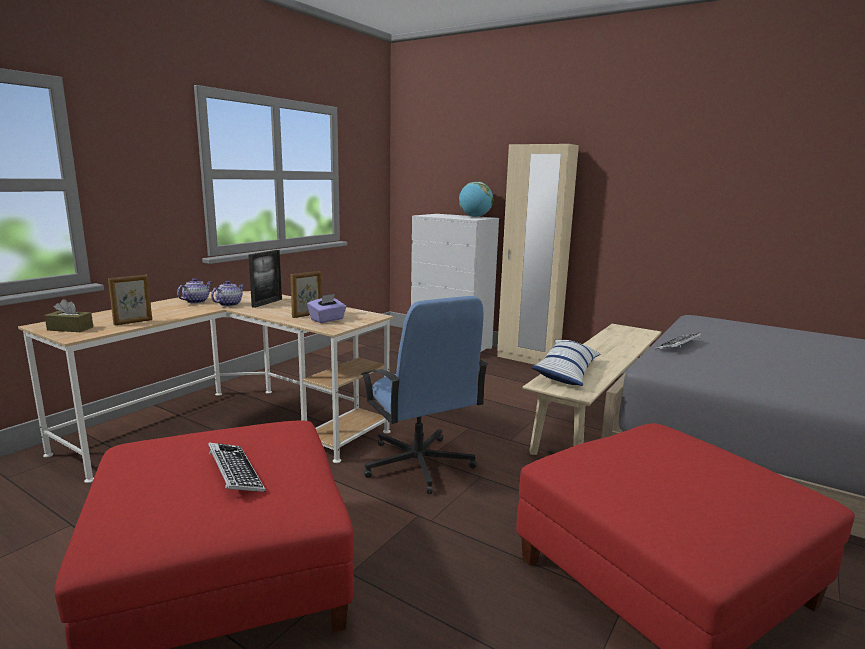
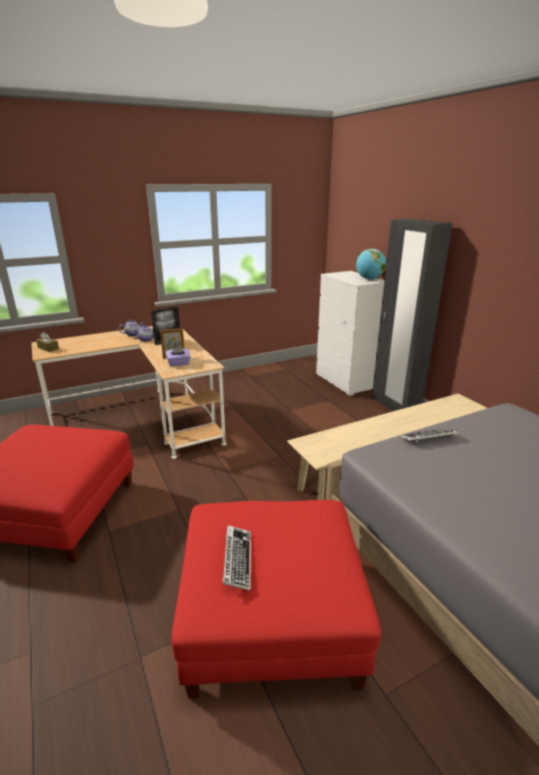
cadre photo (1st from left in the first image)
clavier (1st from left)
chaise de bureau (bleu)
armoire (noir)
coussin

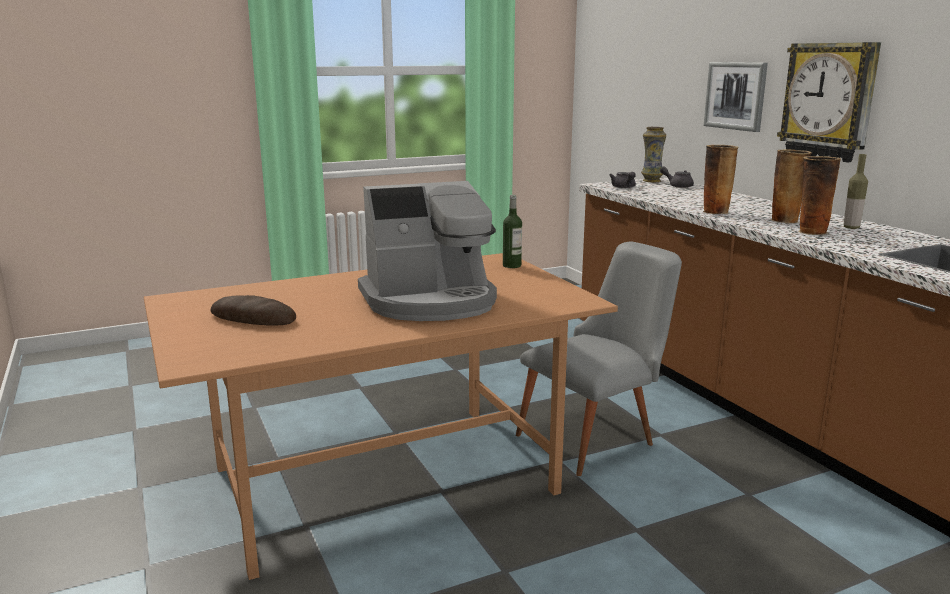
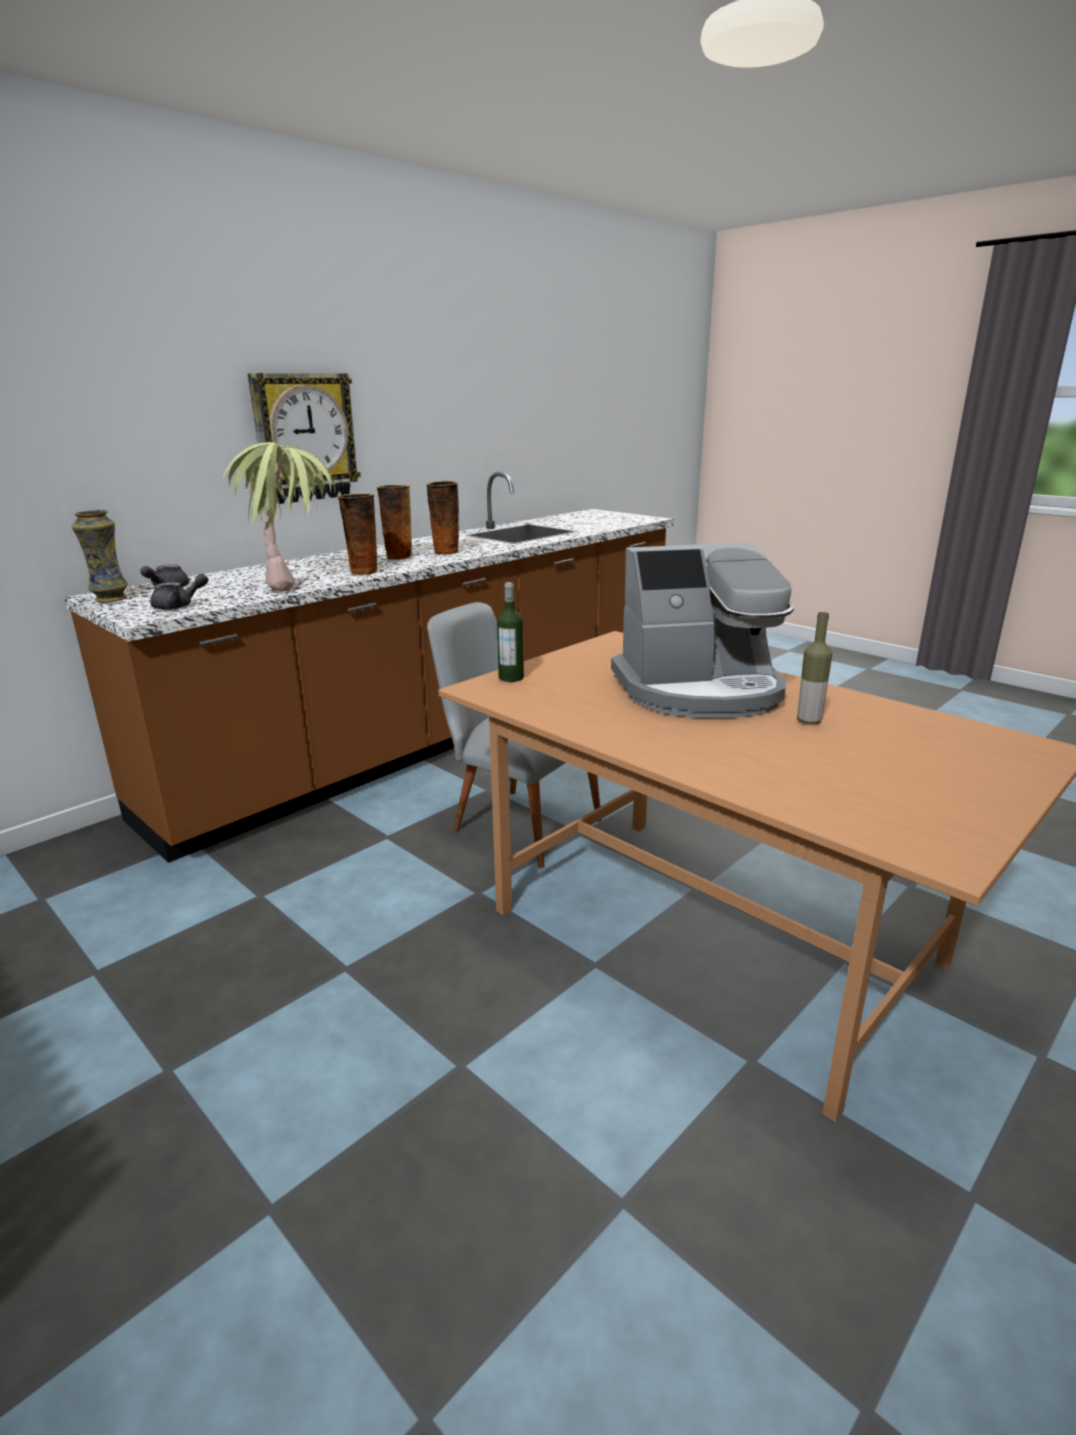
pain
machine à café
tableau
bouteille (2nd from left)
plante en pot

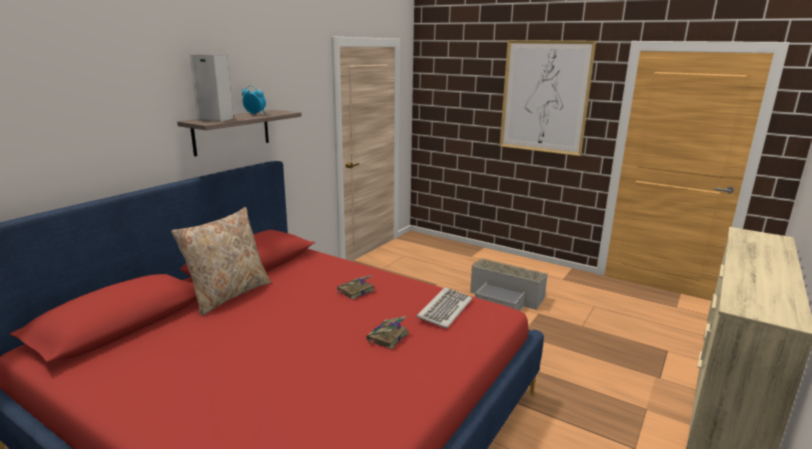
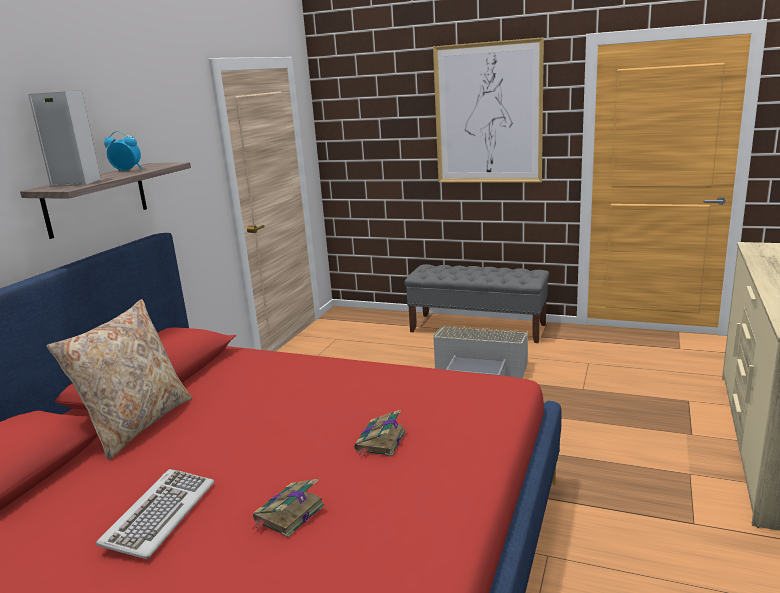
livre (1st from left)
clavier
banc (gris)

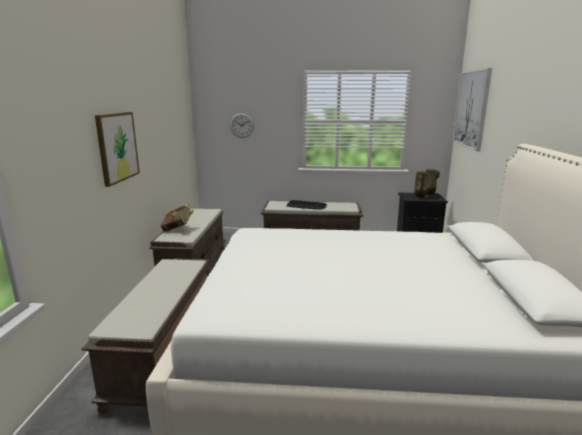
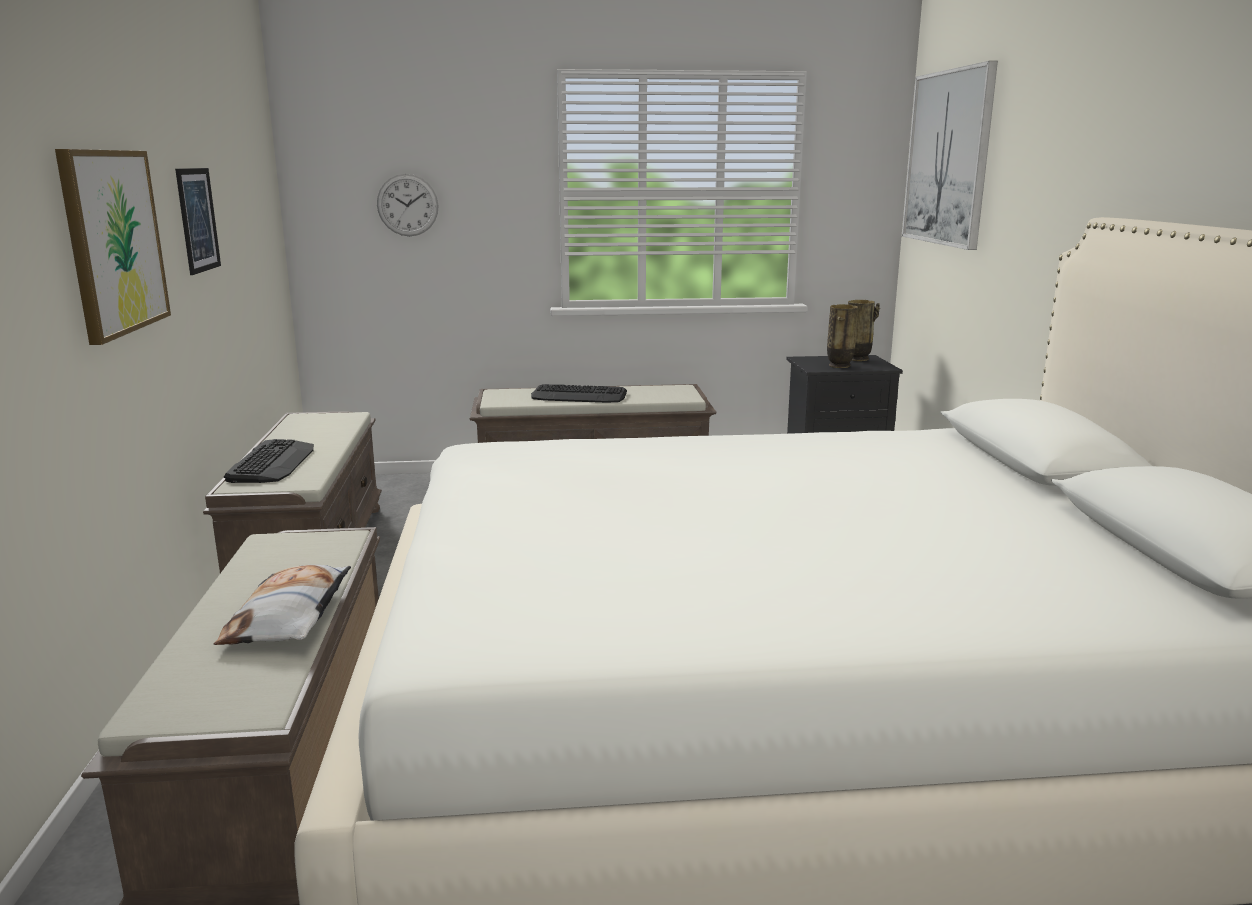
clavier (1st from left)
tableau (2nd from left)
coussin

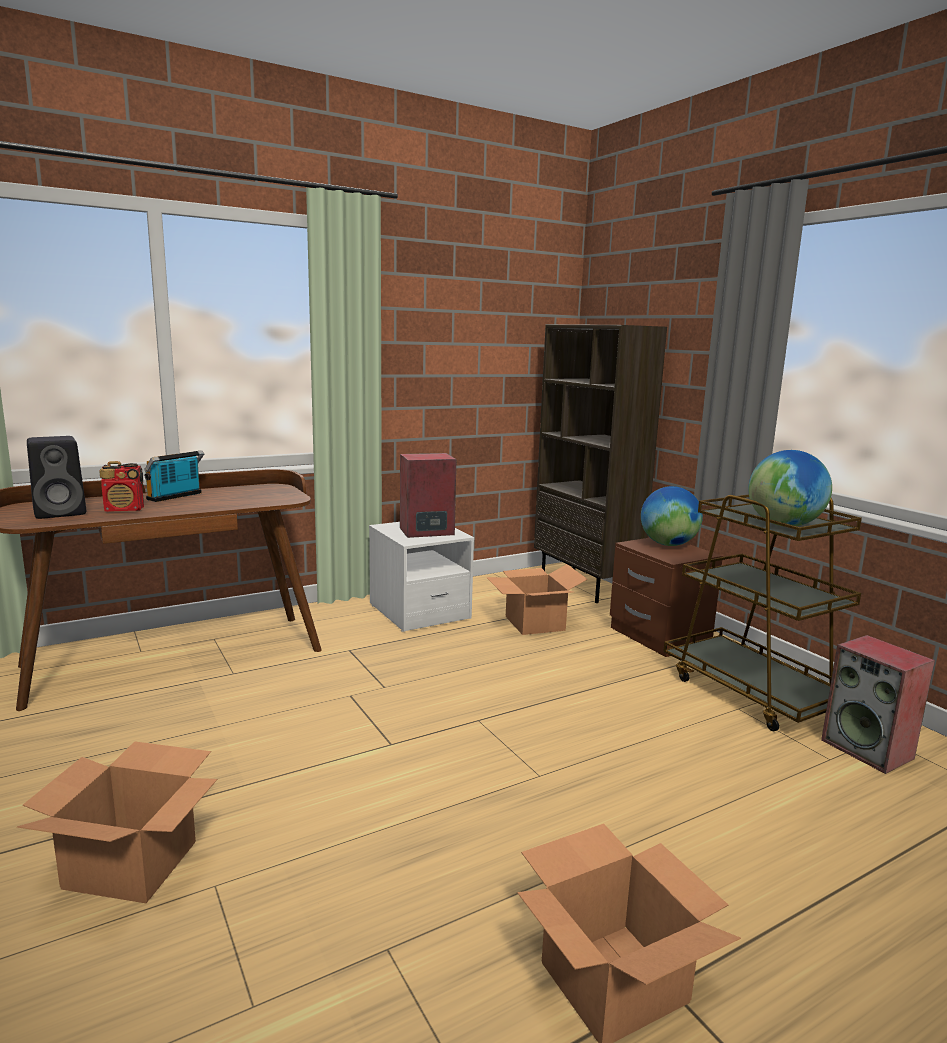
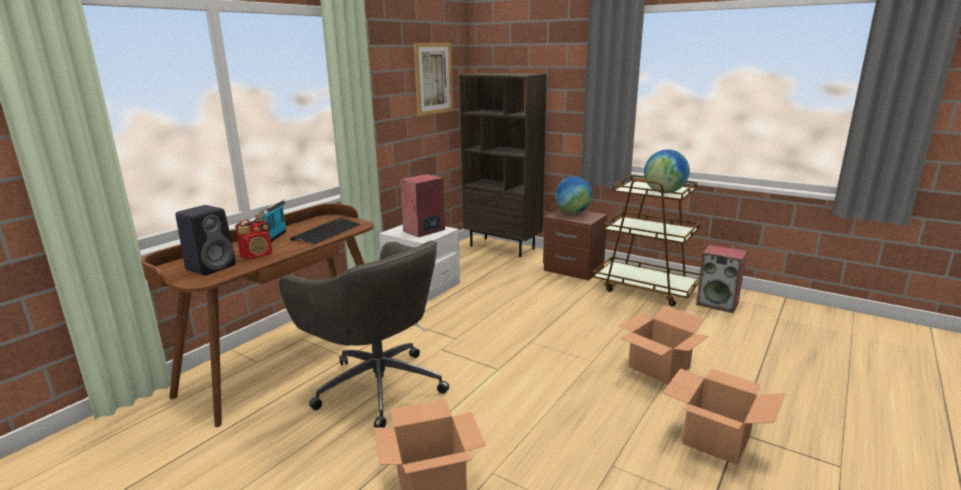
carton (2nd from left)
chaise de bureau (gris)
clavier
tableau

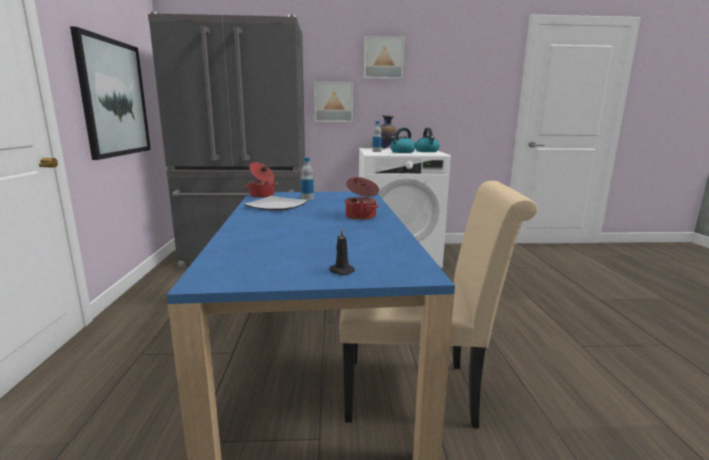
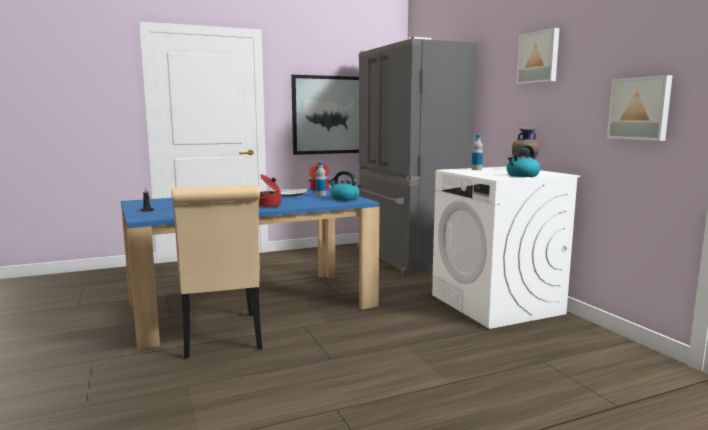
tableau (3rd from left)
bouilloire (1st from left)

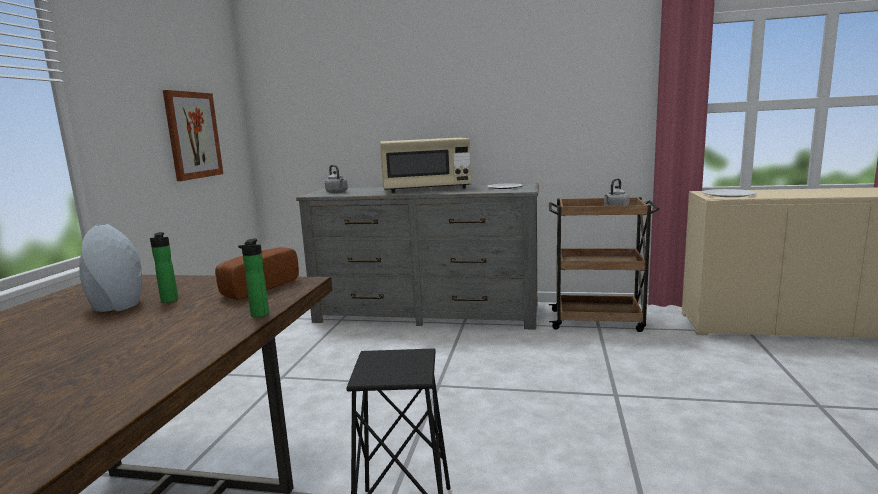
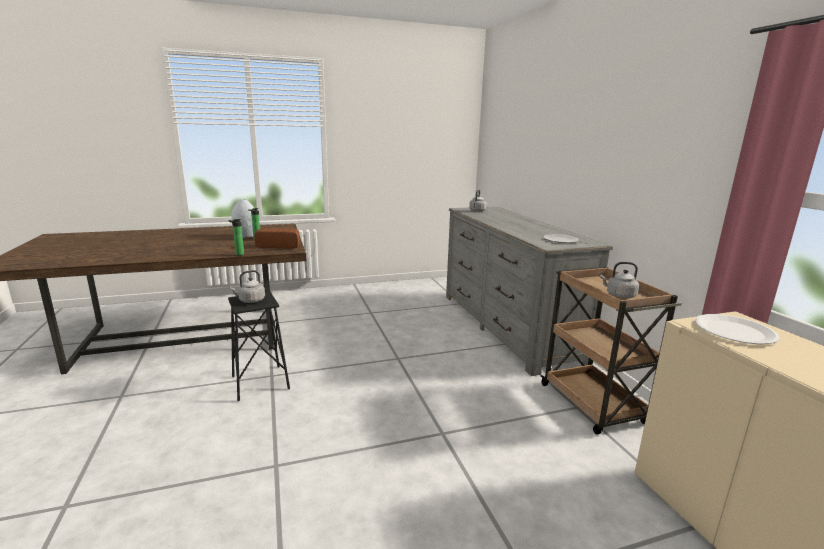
tableau
micro-ondes (beige)
bouilloire (gris) (1st from left)

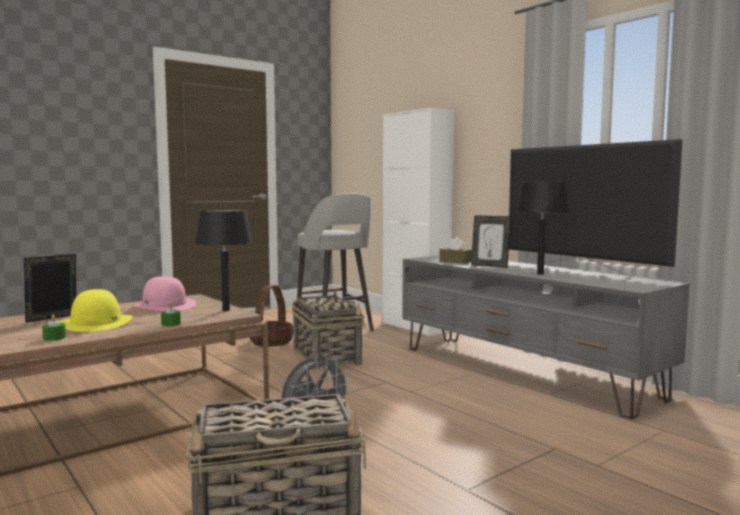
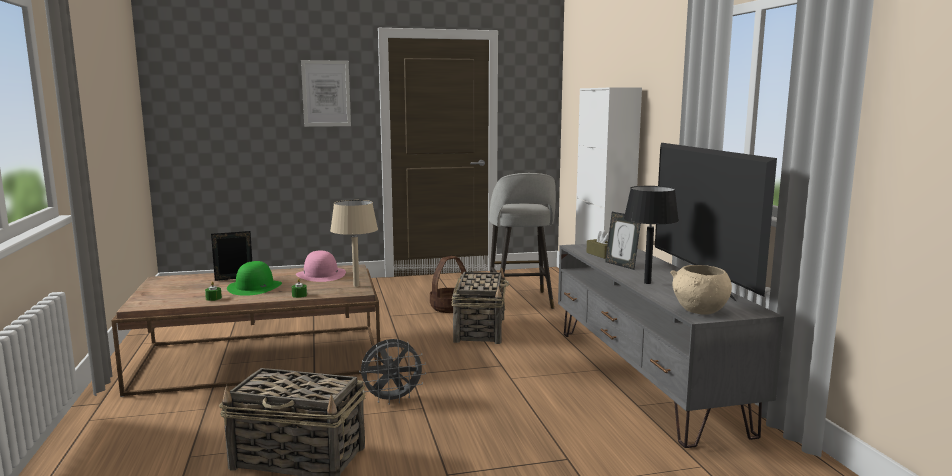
chapeau (vert)
lampe de table (beige)
tableau
bol (beige)

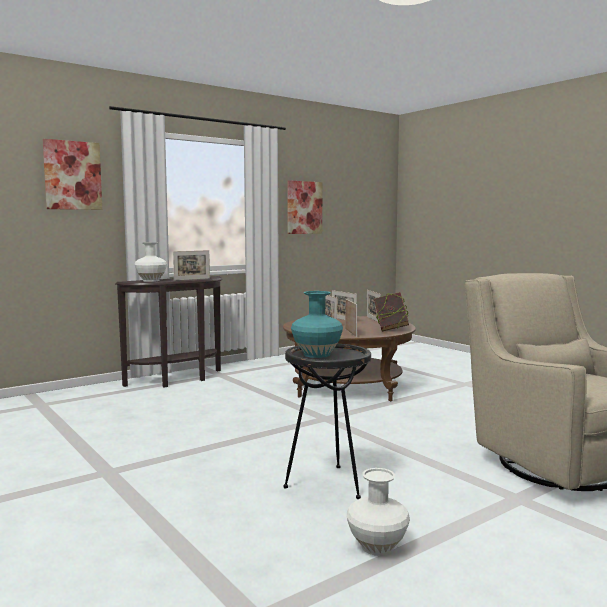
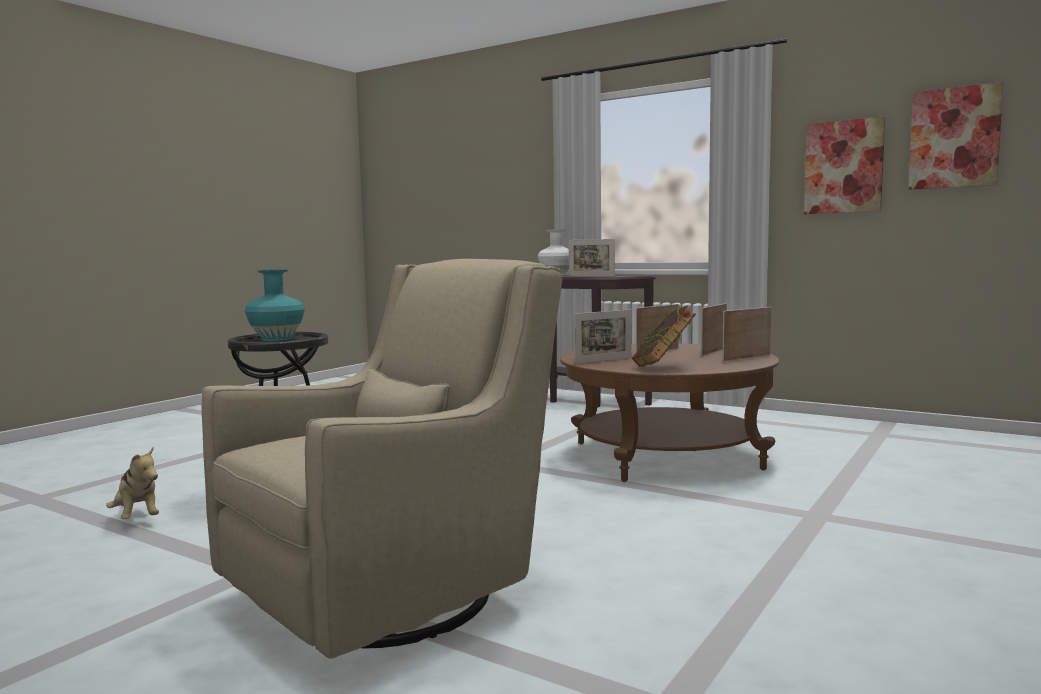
tableau (2nd from left)
peluche

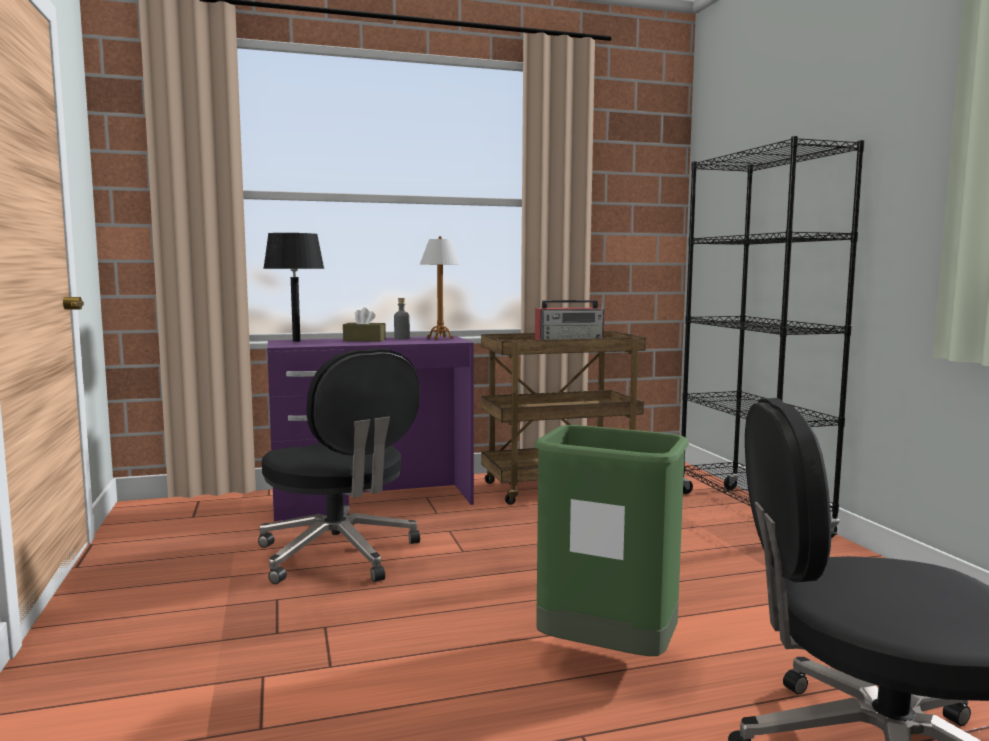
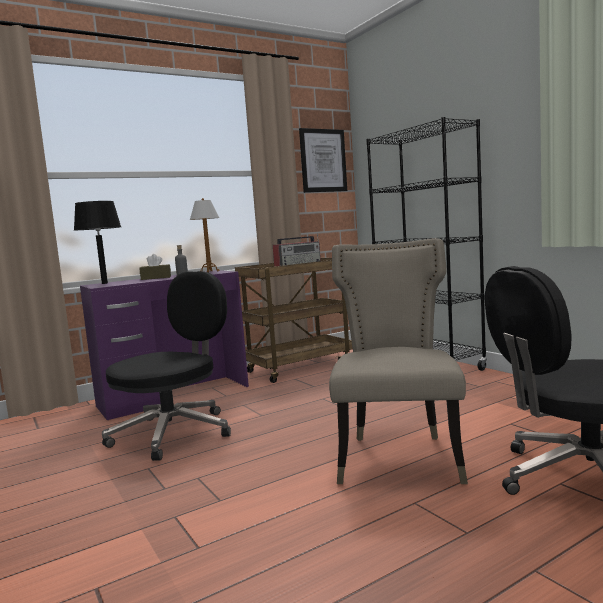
chaise de bureau (noir) (1st from left)
chaise (beige)
tableau

